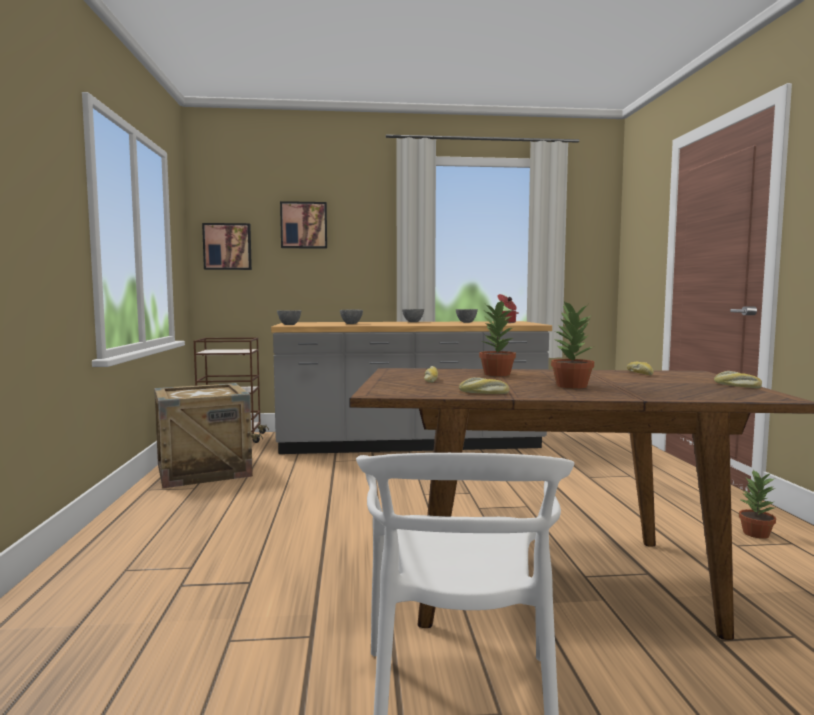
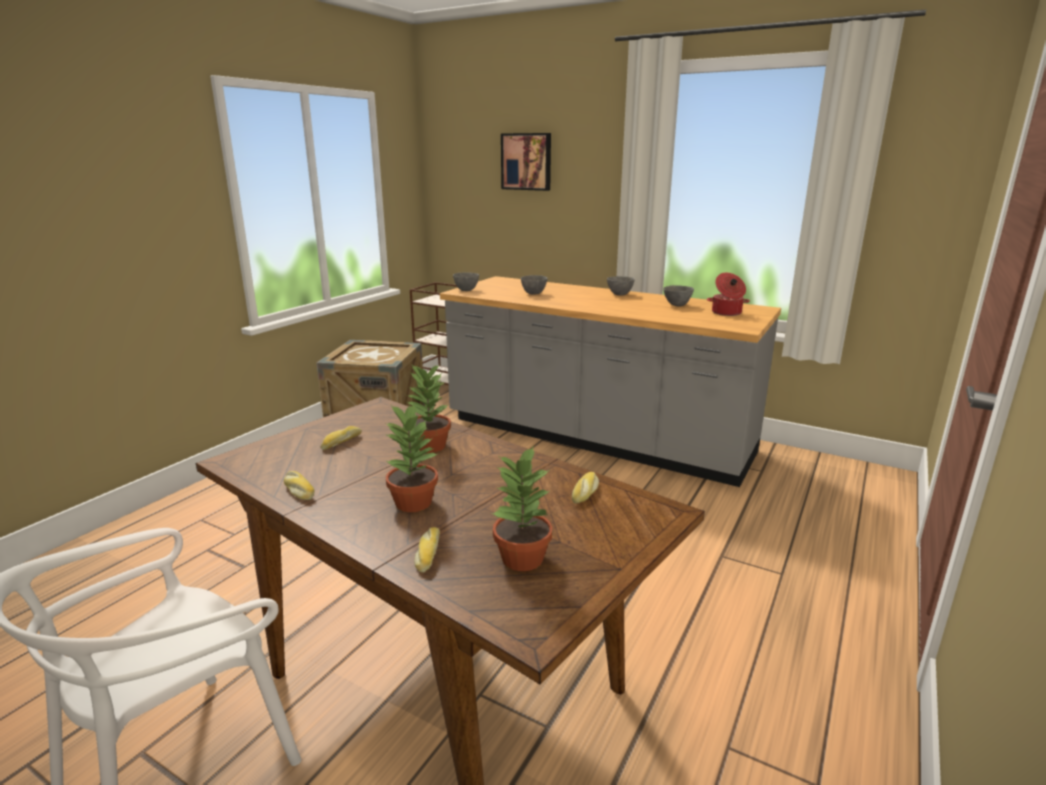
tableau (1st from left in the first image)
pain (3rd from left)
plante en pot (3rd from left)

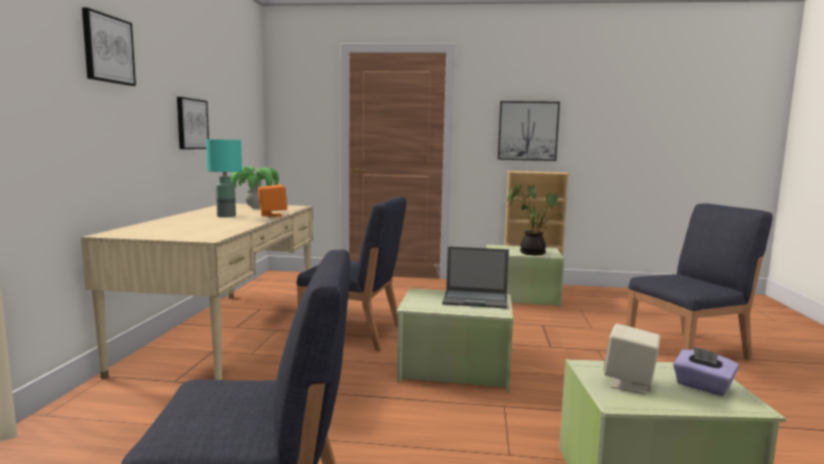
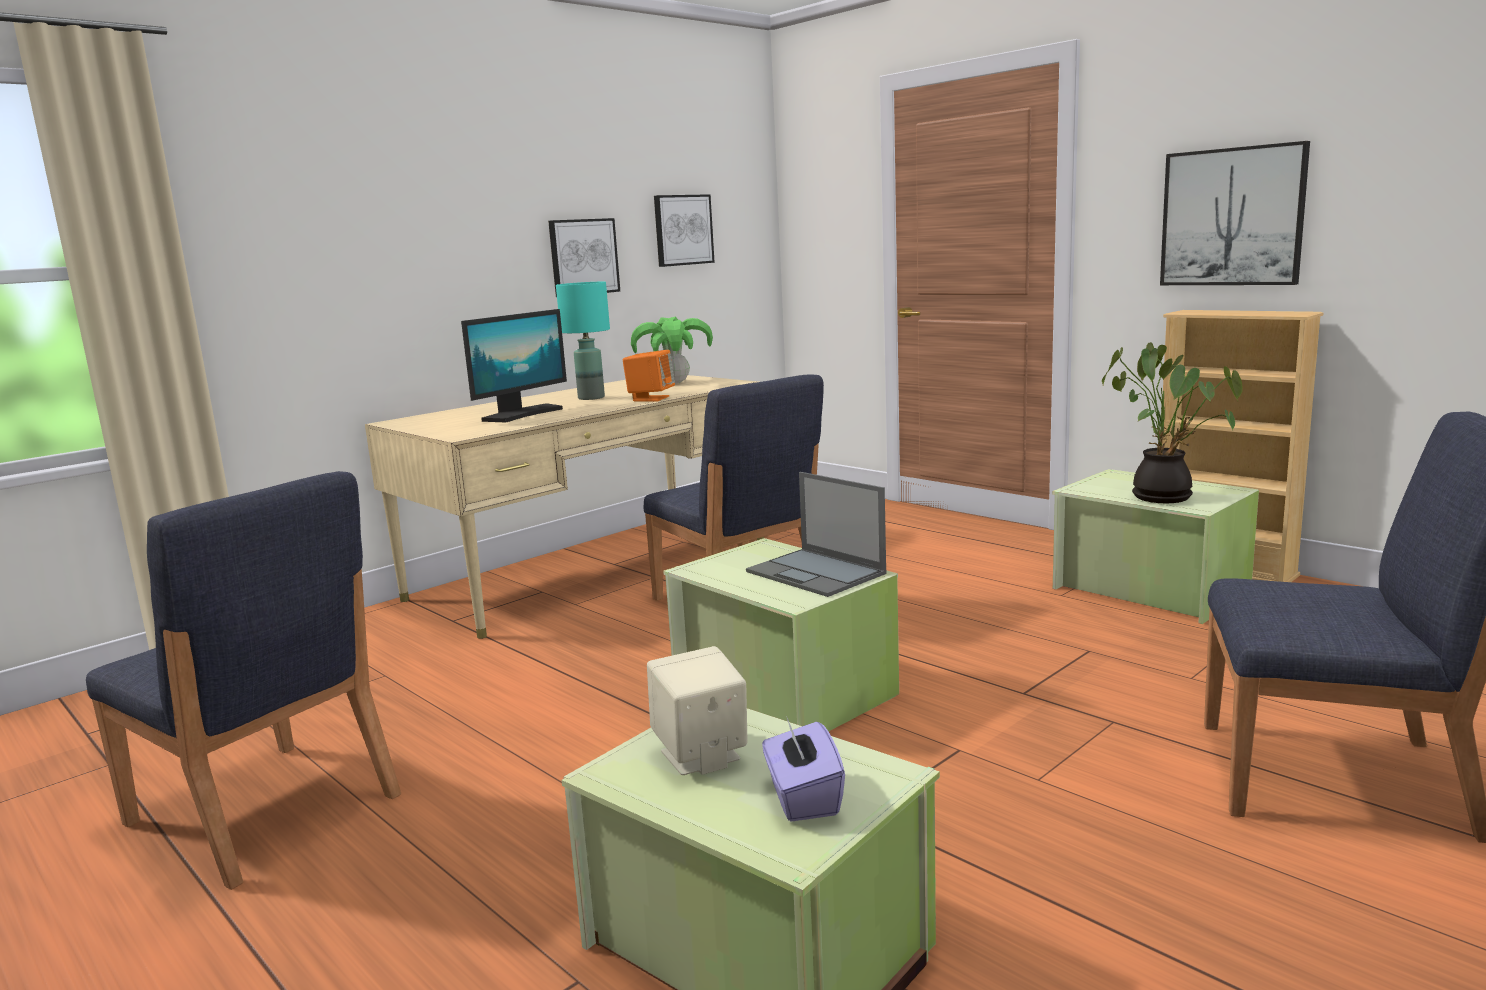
tableau (2nd from left)
écran d'ordinateur

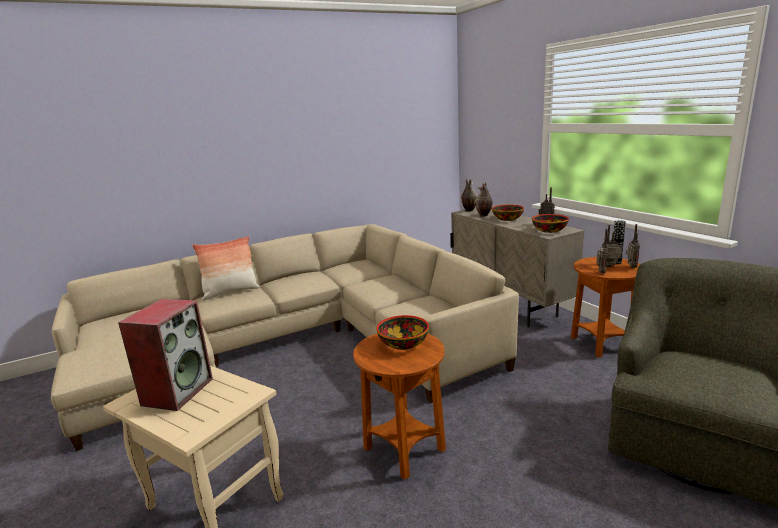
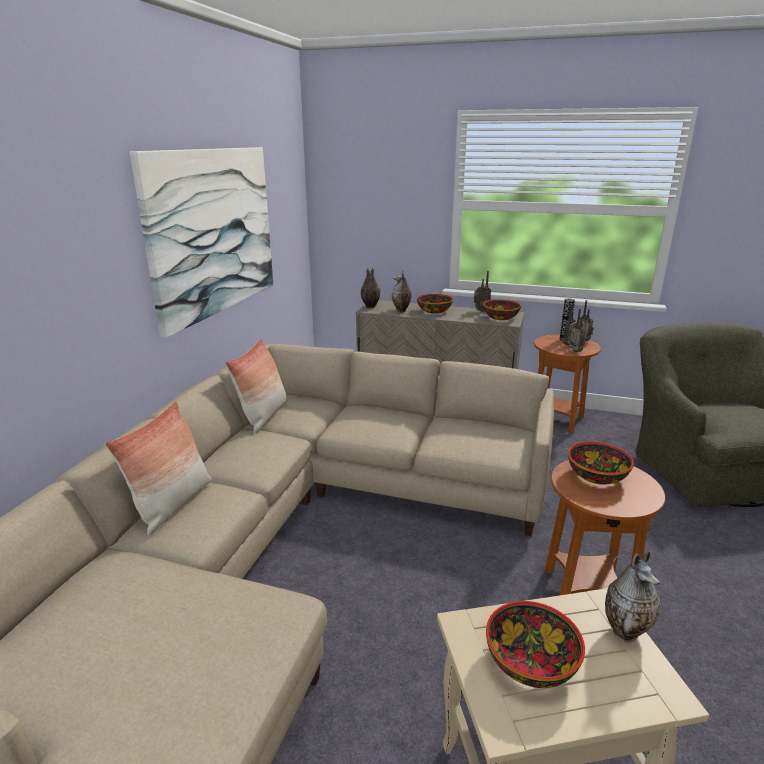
bol (3rd from left)
tableau
coussin (2nd from left)
vase (4th from left)

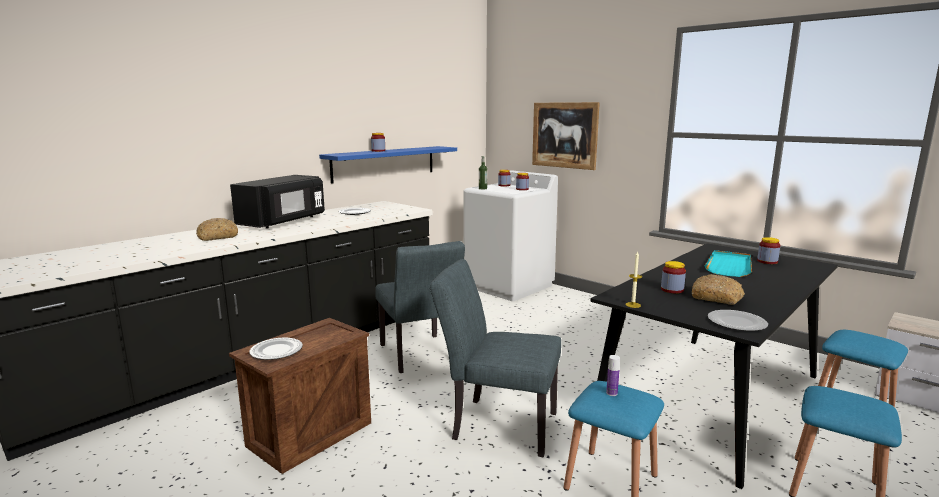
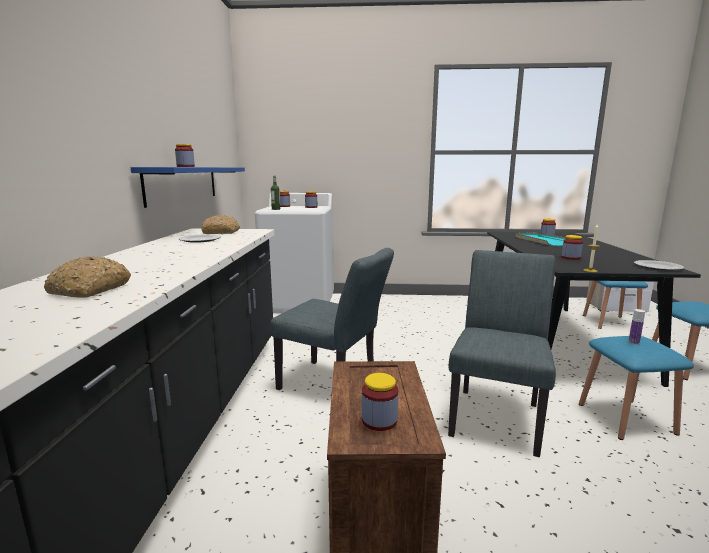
micro-ondes (noir)
bocal (4th from left)
chaise (gris) (2nd from left)
tableau
pain (2nd from left)

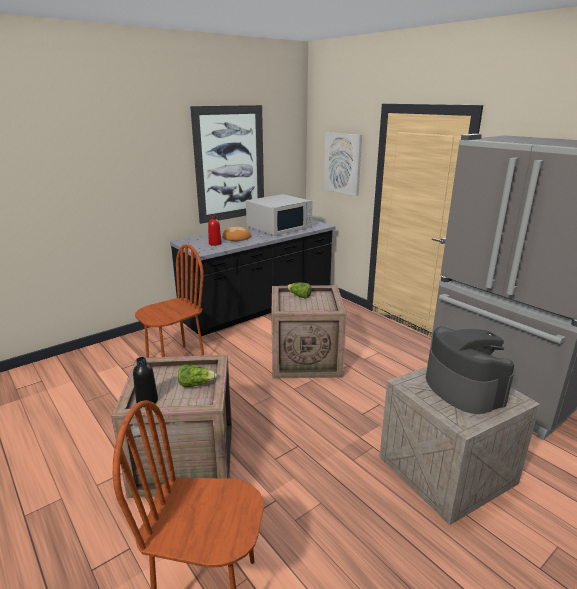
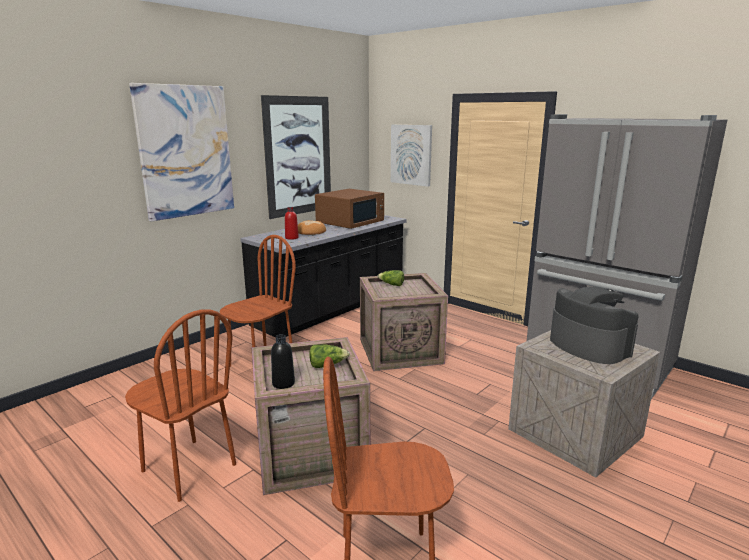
micro-ondes (marron)
chaise (marron) (1st from left)
tableau (1st from left)

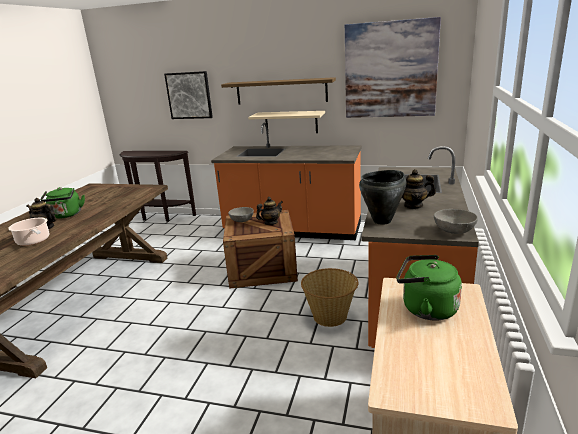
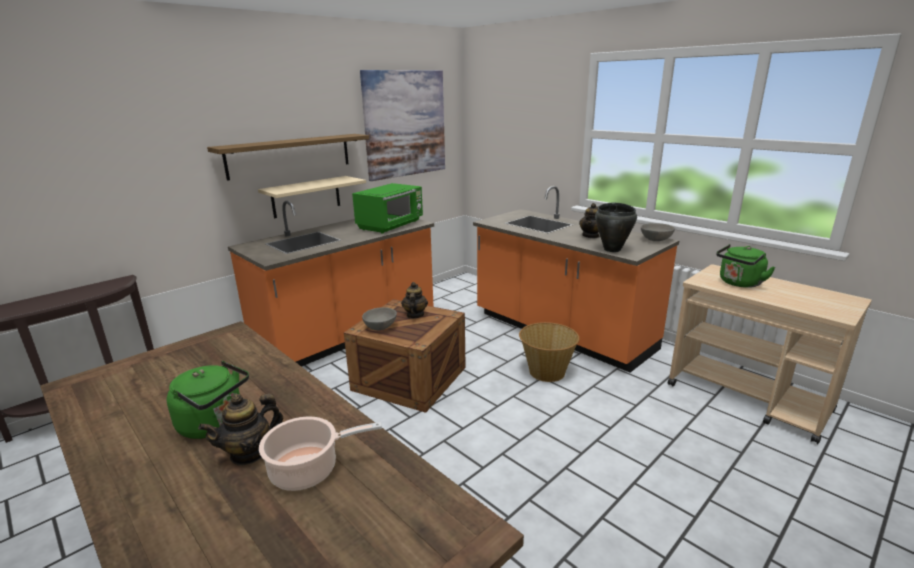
tableau (1st from left in the first image)
micro-ondes (vert)

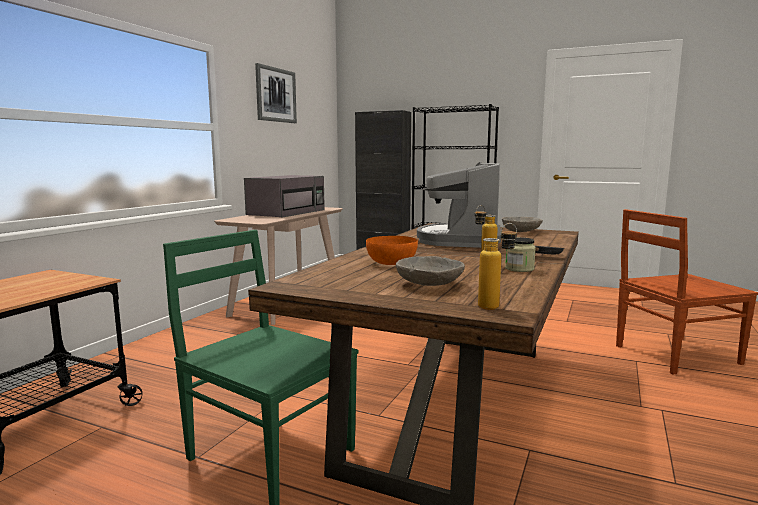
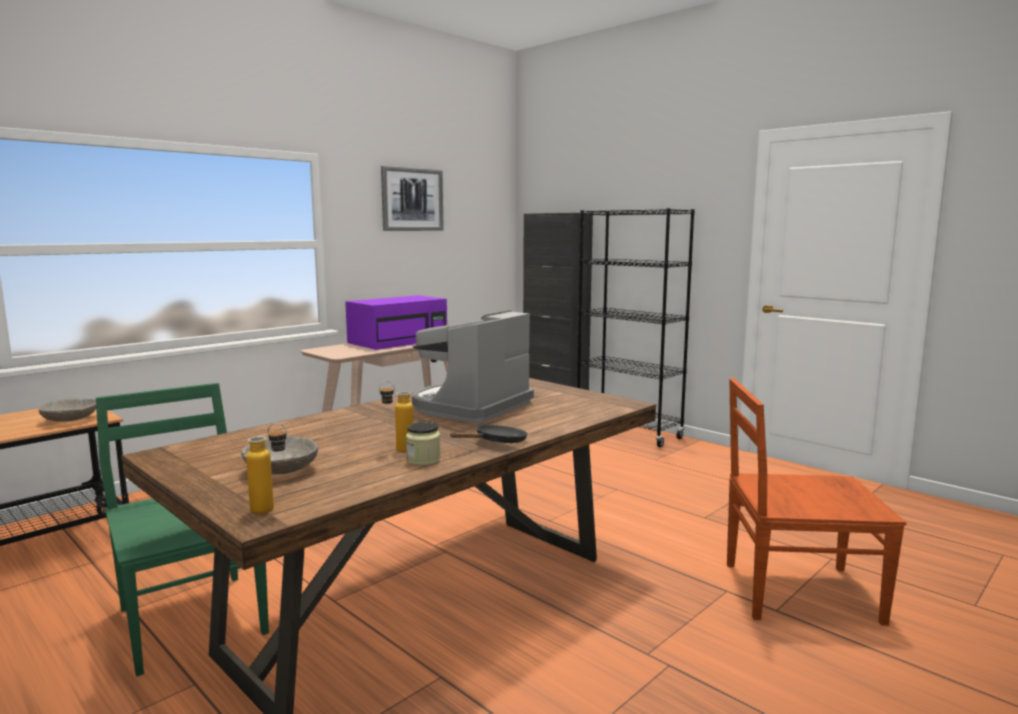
micro-ondes (violet)
bol (orange)
bol (gris) (1st from left)

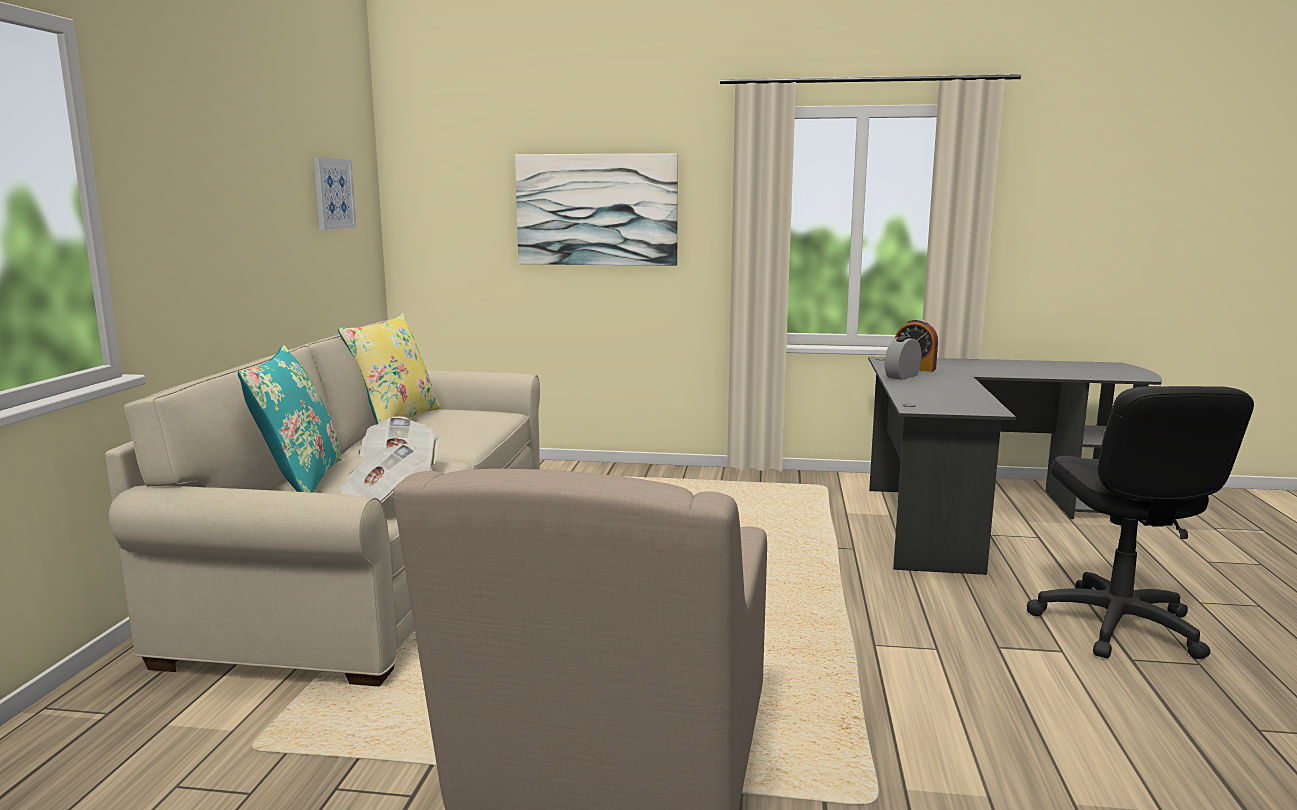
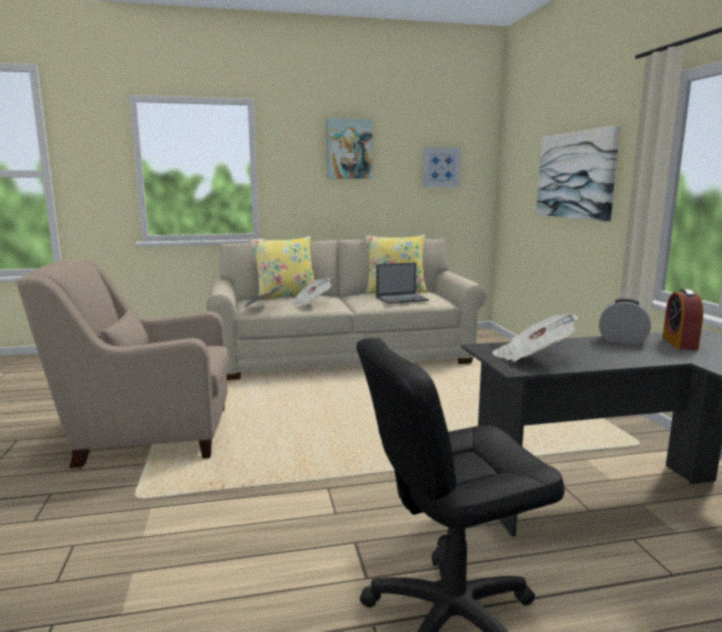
coussin (jaune) (1st from left)
tableau (1st from left)
ordinateur portable
journal (3rd from left)

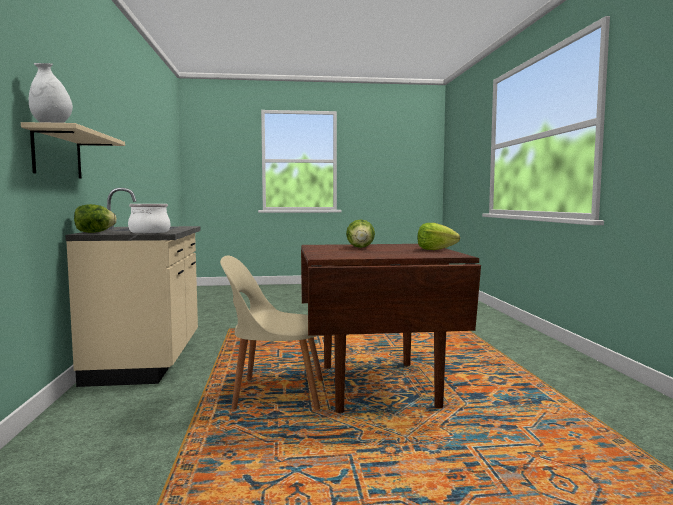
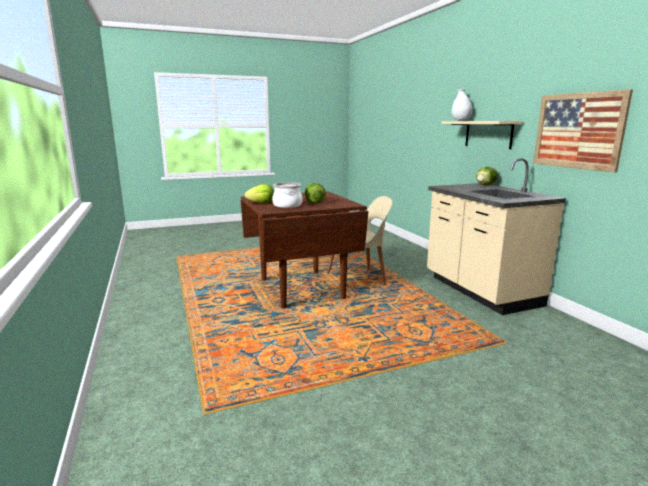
marmite
tableau

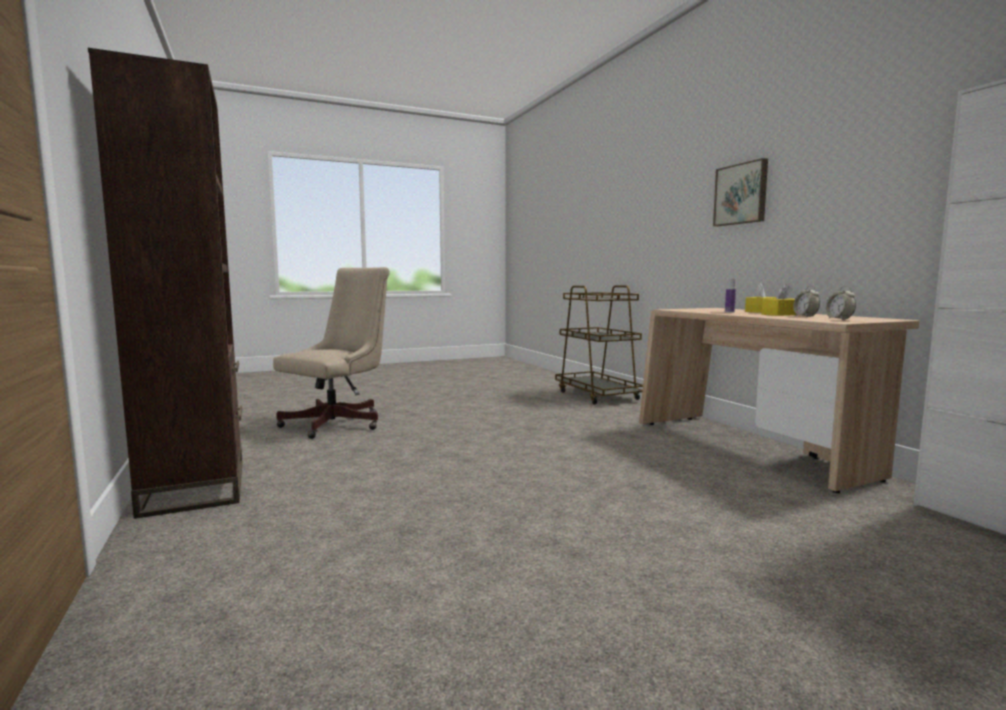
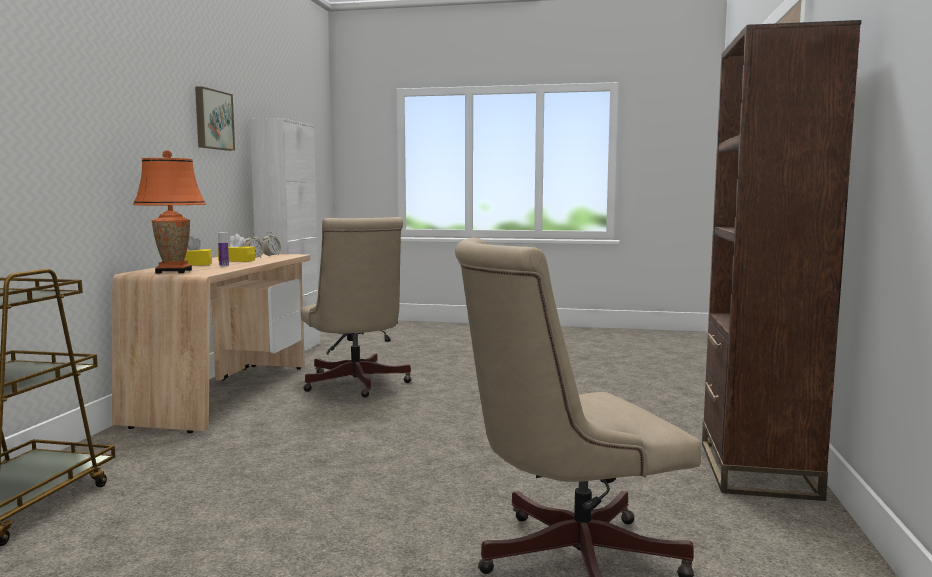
tableau
lampe de table (orange)
chaise de bureau (beige) (1st from left)

